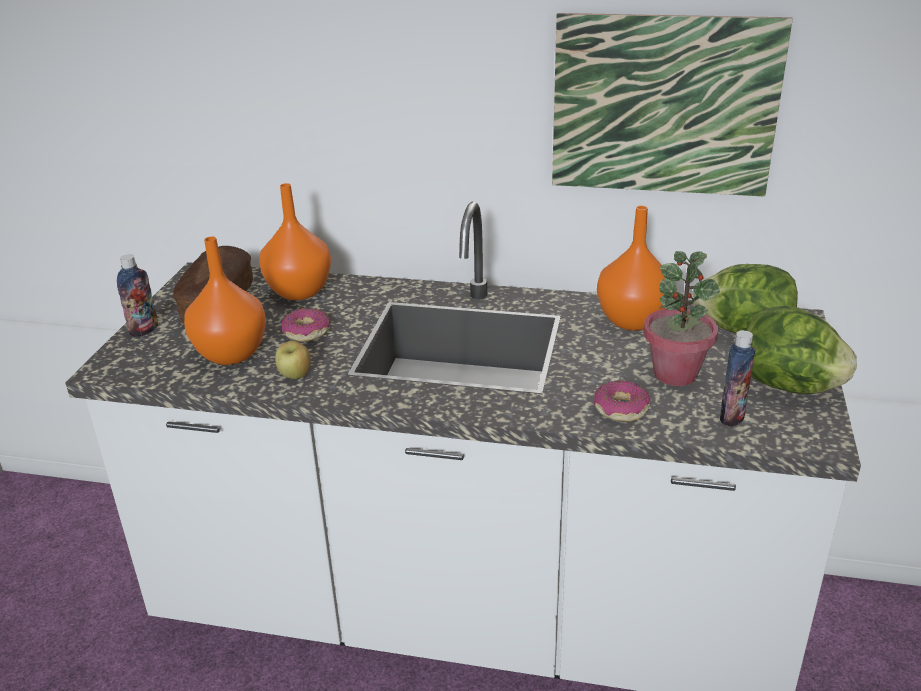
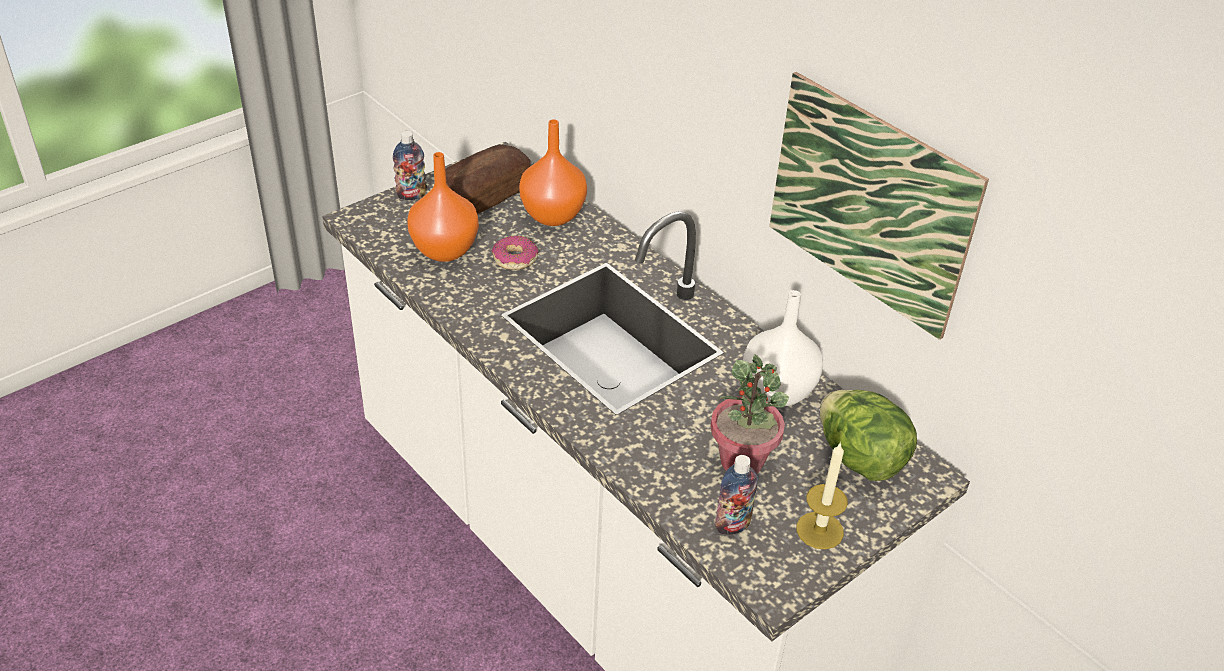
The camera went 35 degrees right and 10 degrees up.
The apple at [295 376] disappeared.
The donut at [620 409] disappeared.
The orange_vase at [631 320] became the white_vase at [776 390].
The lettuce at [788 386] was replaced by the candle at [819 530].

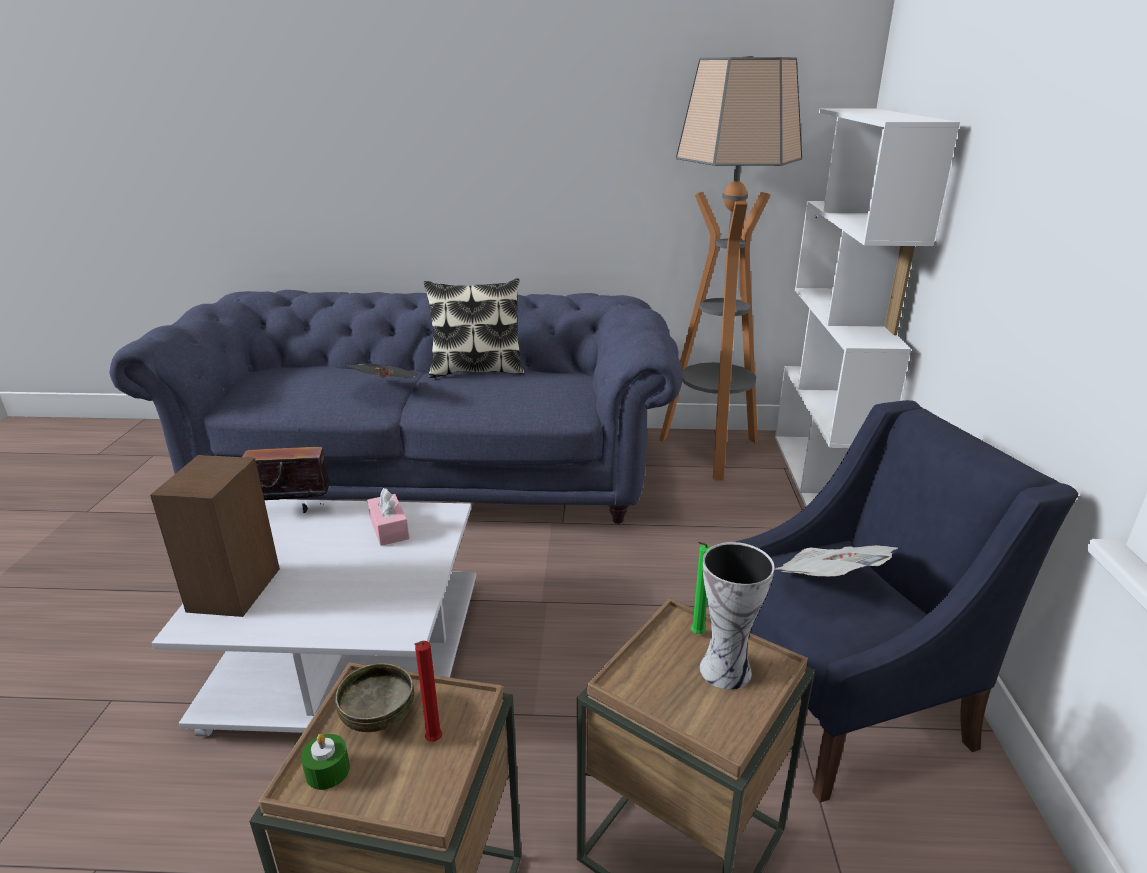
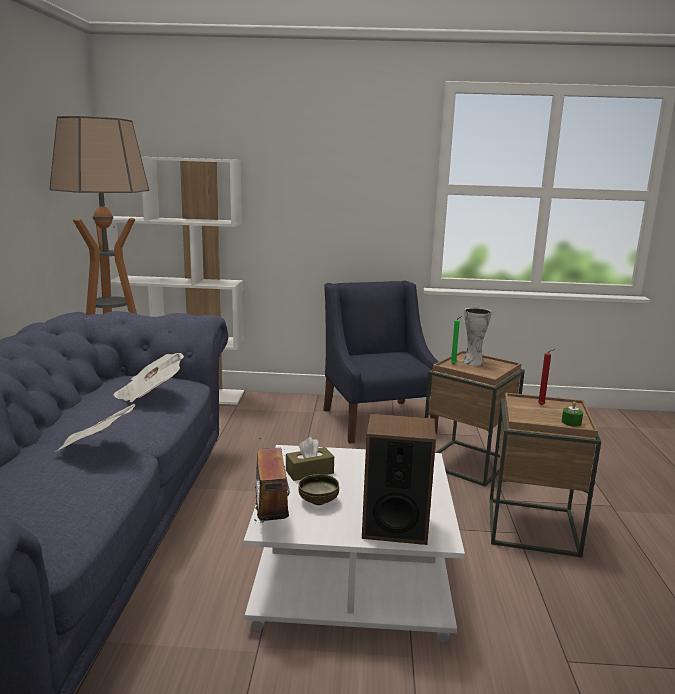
The camera went 90 degrees left and 10 degrees down.
The bowl moved from [377 717] to [318 502].
The pink_tissue_box at [389 528] became the brown_tissue_box at [309 472].
The pillow at [477 370] disappeared.
The newspaper moved from [829 582] to [149 394].

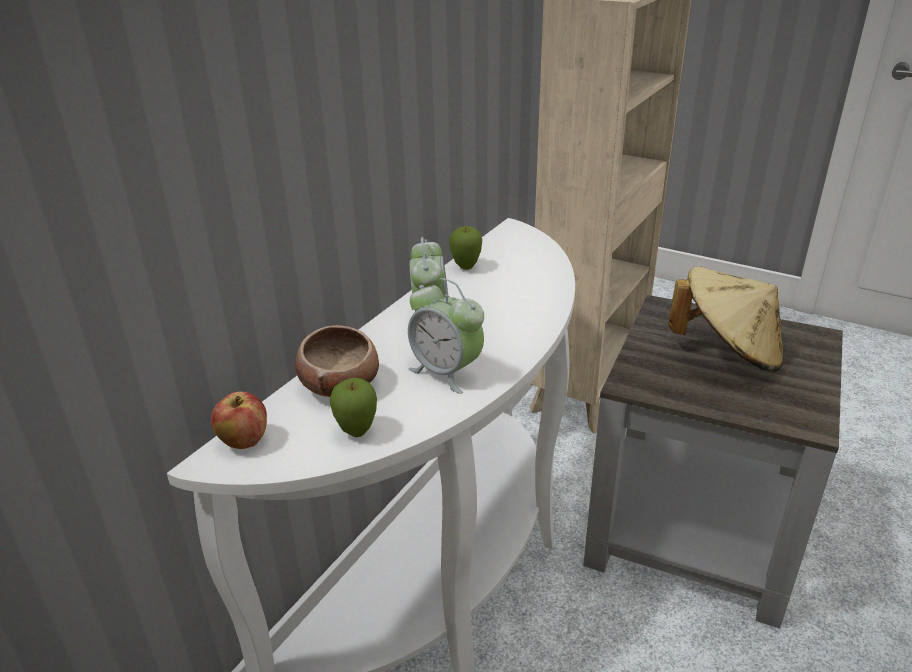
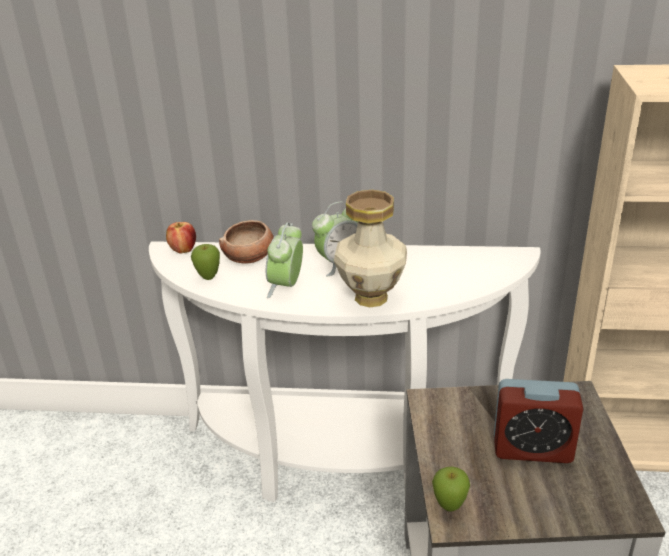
The camera went 65 degrees right and 0 degrees up.
The apple moved from [466 267] to [449 506].
The beige_hat at [727 352] was replaced by the alarm_clock at [532 449].
The vase at [370 297] appeared.

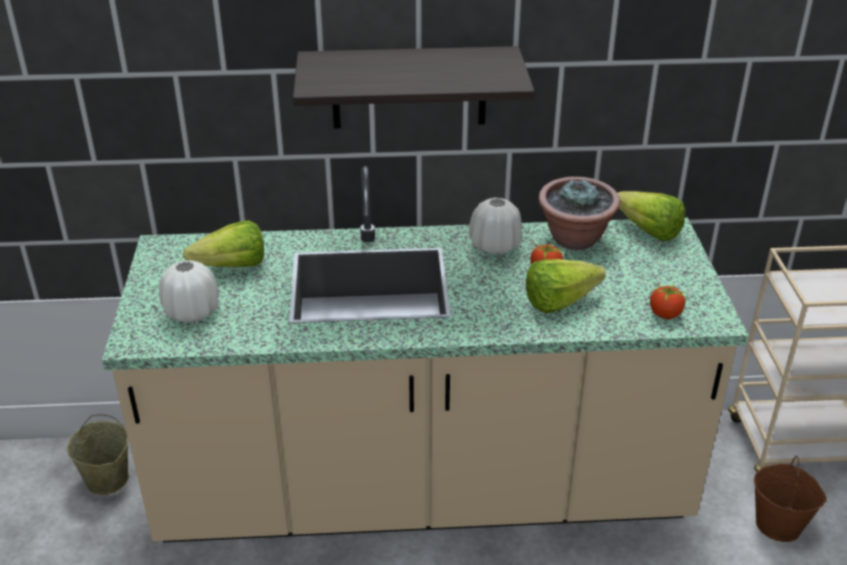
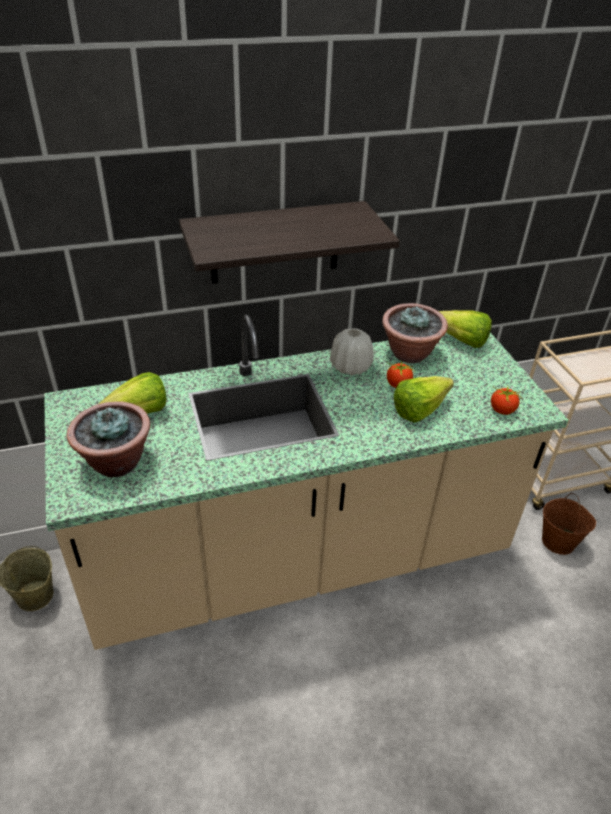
The camera went 15 degrees left and 5 degrees up.
The white_vase at [192 312] was replaced by the potted_plant at [116 462].

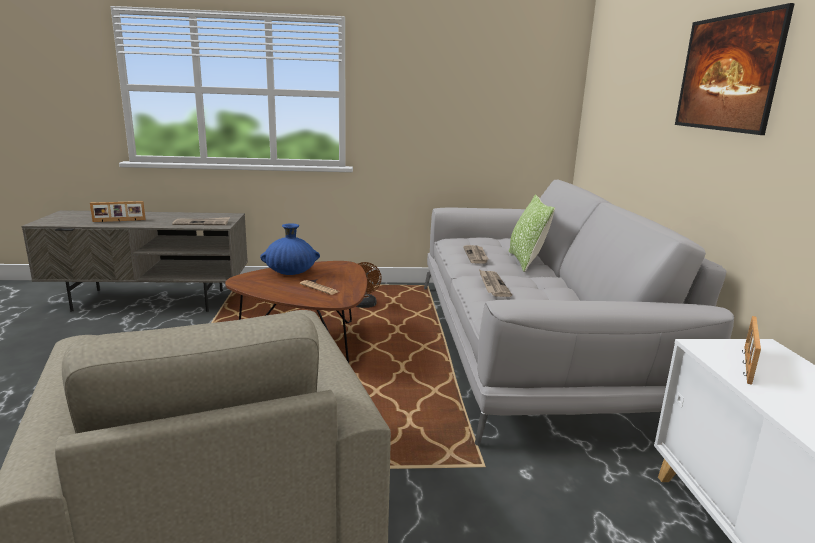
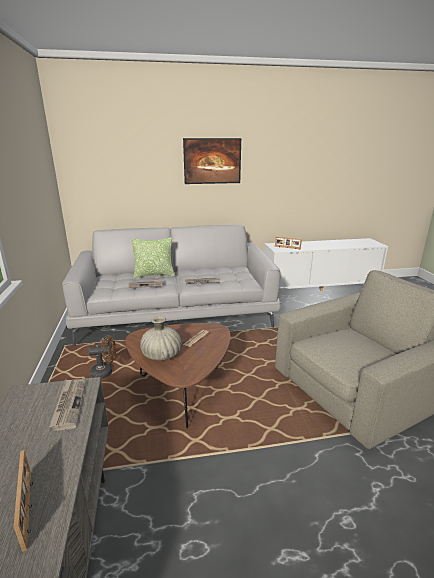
The camera went 95 degrees left and 5 degrees up.
The blue_vase at [291 272] became the beige_vase at [161 356].

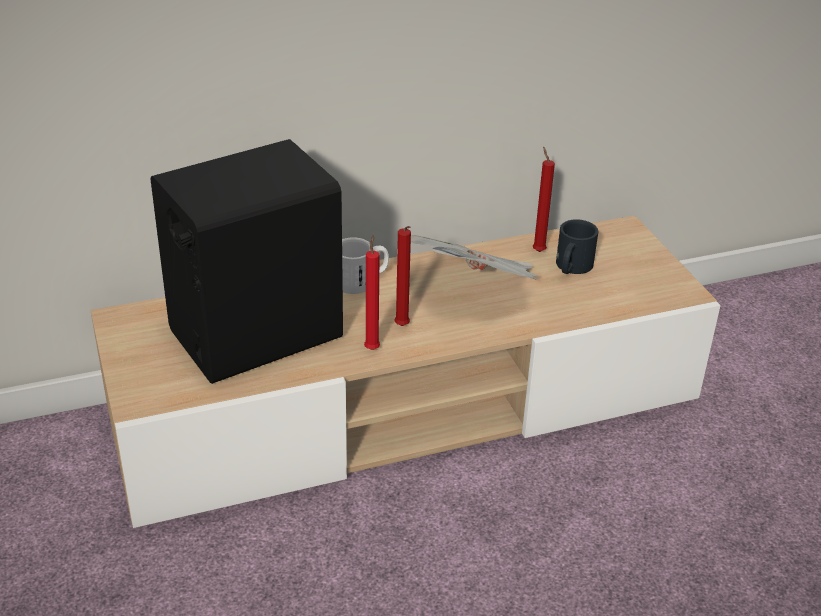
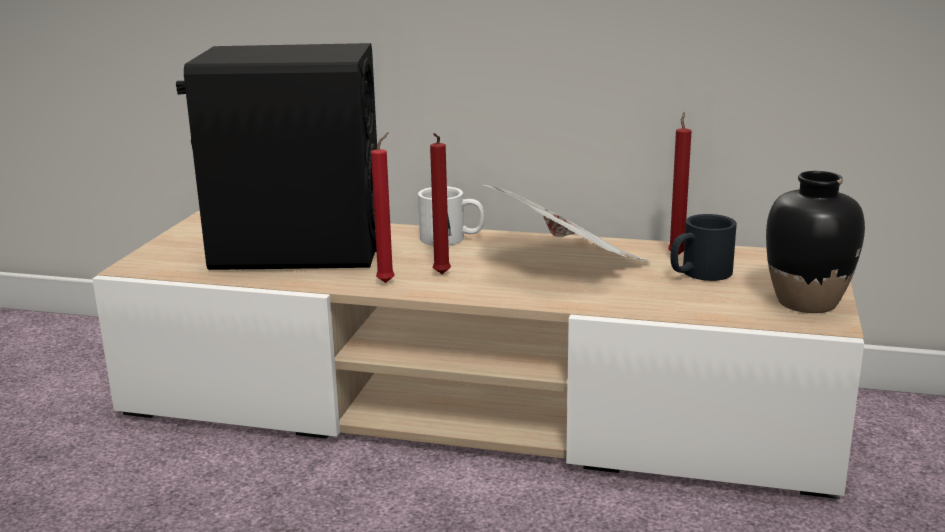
The camera went 35 degrees right and 15 degrees down.
The black_vase at [806 302] appeared.

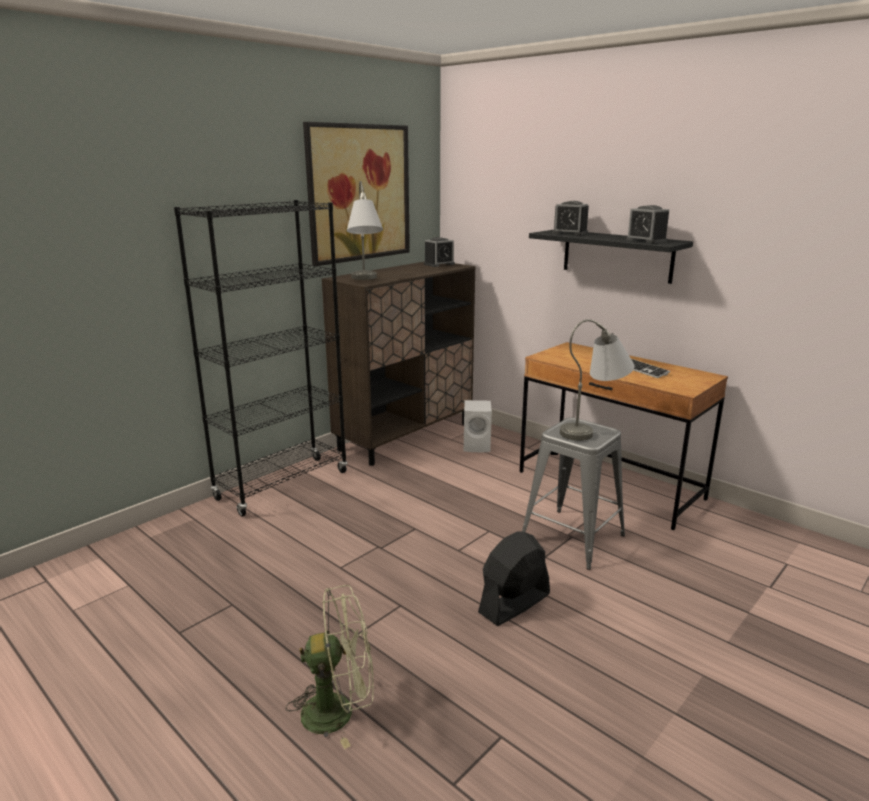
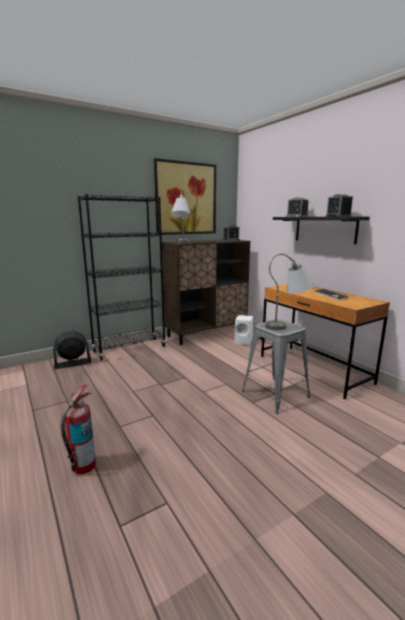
The camera went 15 degrees right and 5 degrees down.
The green_fan at [339 710] was replaced by the fire_extinguisher at [83 466].
The black_fan moved from [514 603] to [72 363].

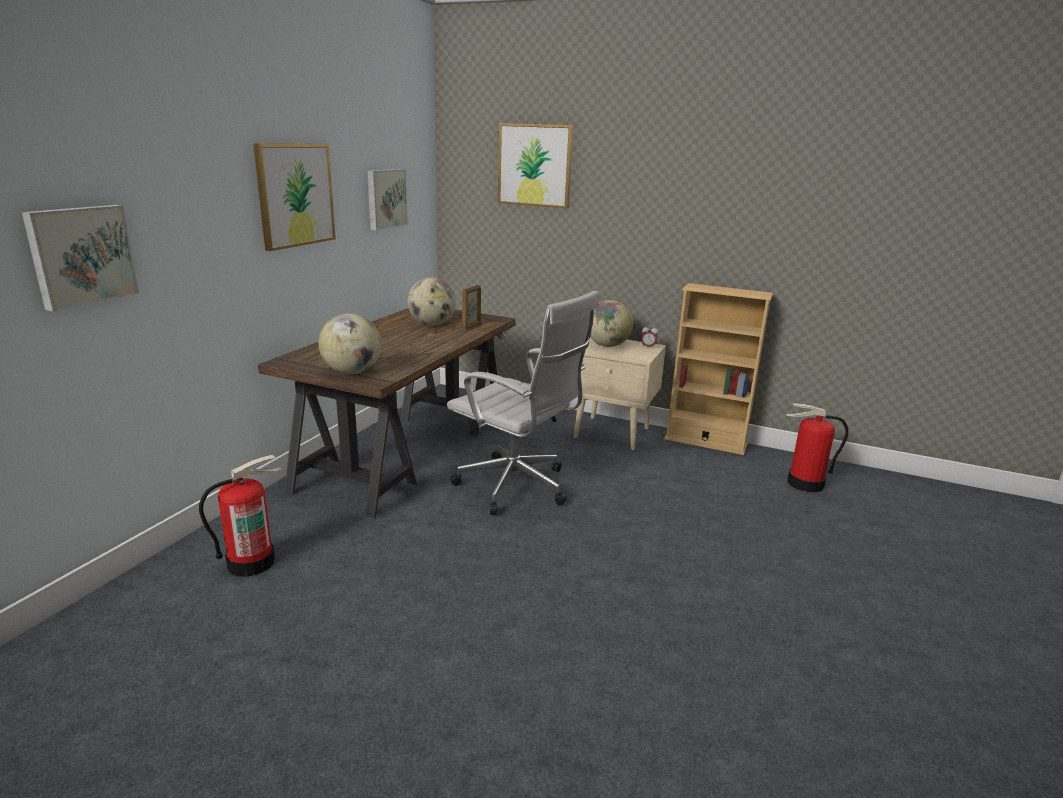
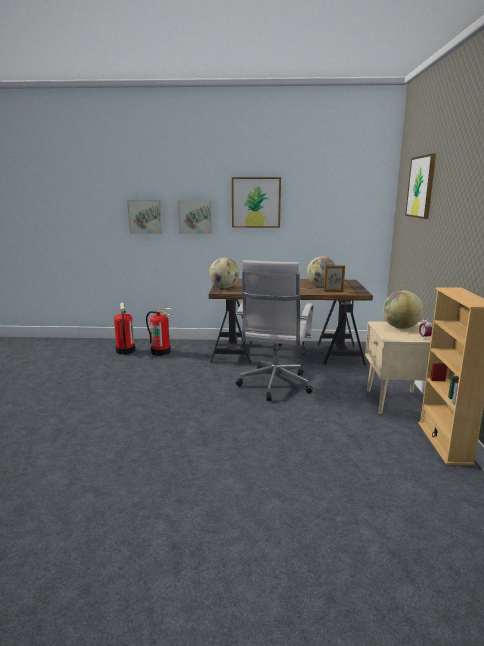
The camera went 70 degrees right and 5 degrees down.
The picture moved from [385 198] to [195 216].
The fire_extinguisher moved from [805 484] to [125 351].

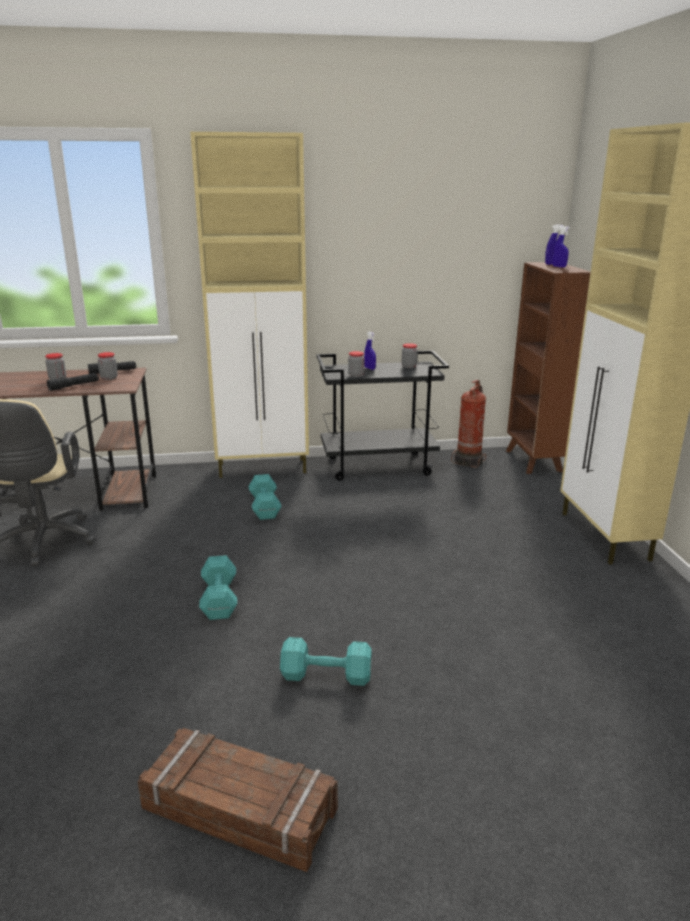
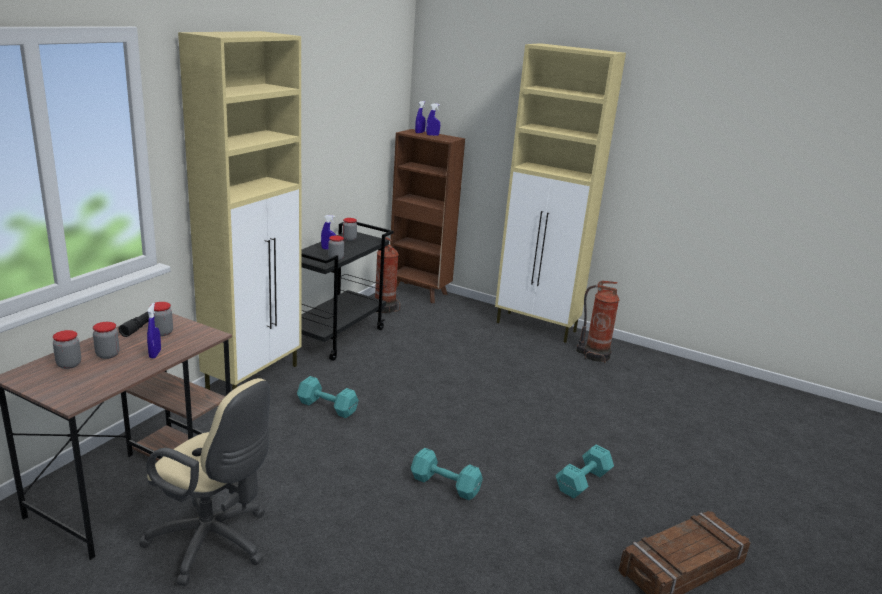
The camera went 55 degrees left and 0 degrees up.
The black_flashlight at [74 386] was replaced by the blue_spray_bottle at [155 354].
The jar at [69 364] appeared.
The fire_extinguisher at [594 355] appeared.

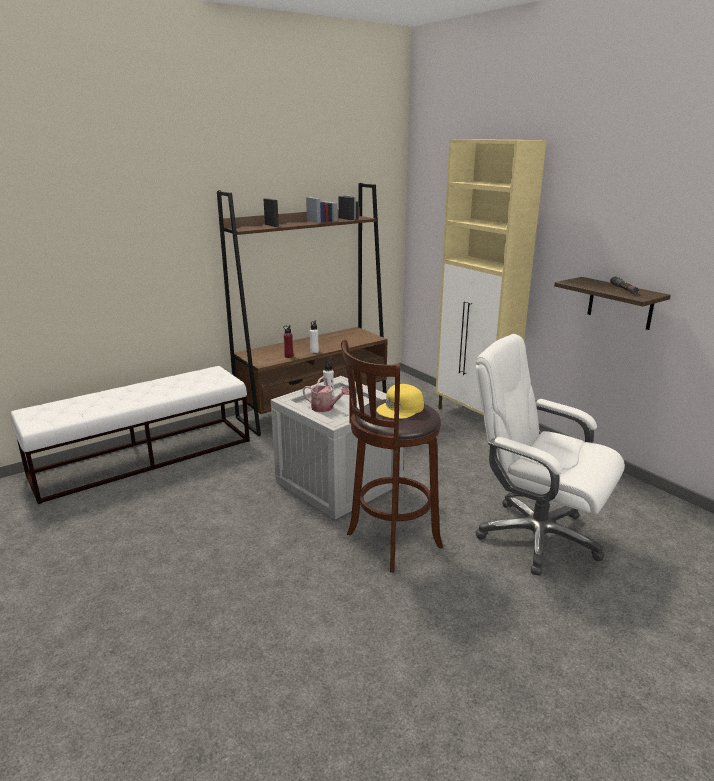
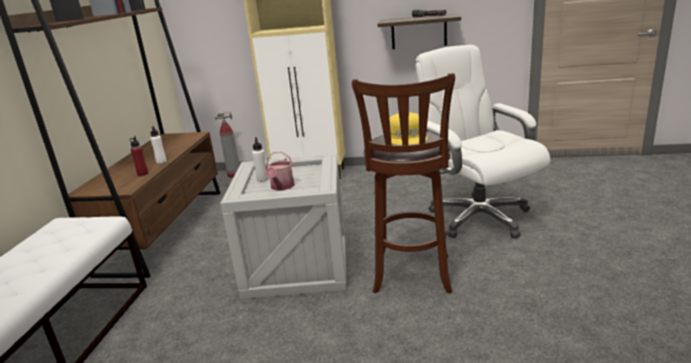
The camera went 45 degrees left and 0 degrees up.
The watering_can at [325 408] turned 120 degrees clockwise.
The white_office_chair at [536 536] turned 75 degrees clockwise.
The fire_extinguisher at [234 175] appeared.

